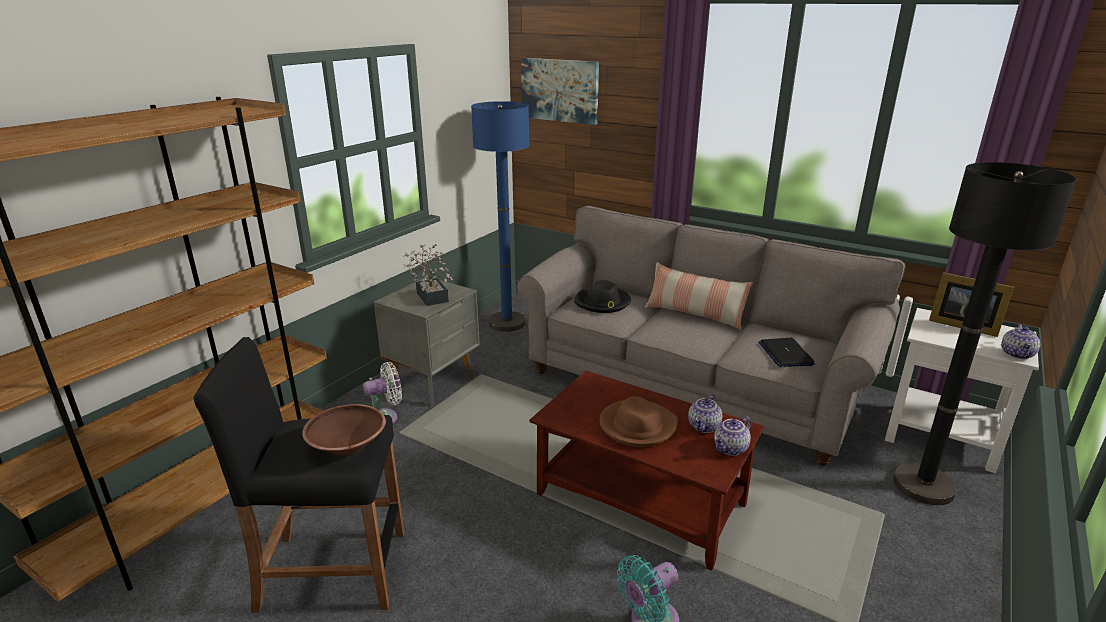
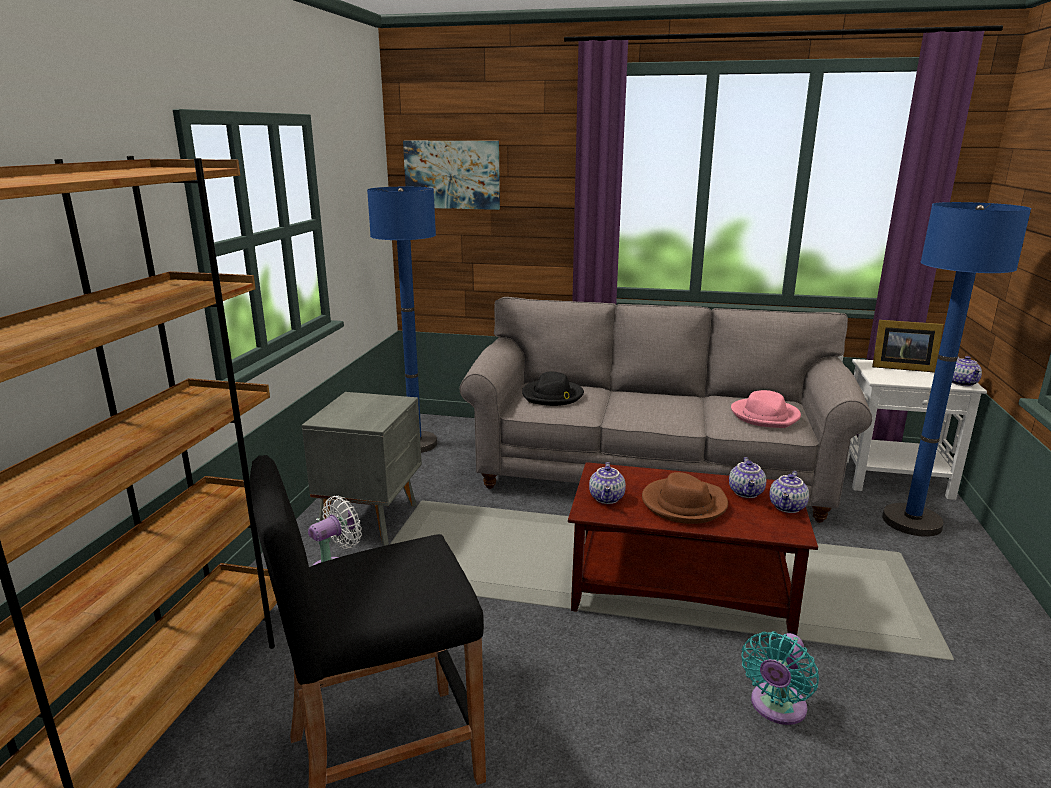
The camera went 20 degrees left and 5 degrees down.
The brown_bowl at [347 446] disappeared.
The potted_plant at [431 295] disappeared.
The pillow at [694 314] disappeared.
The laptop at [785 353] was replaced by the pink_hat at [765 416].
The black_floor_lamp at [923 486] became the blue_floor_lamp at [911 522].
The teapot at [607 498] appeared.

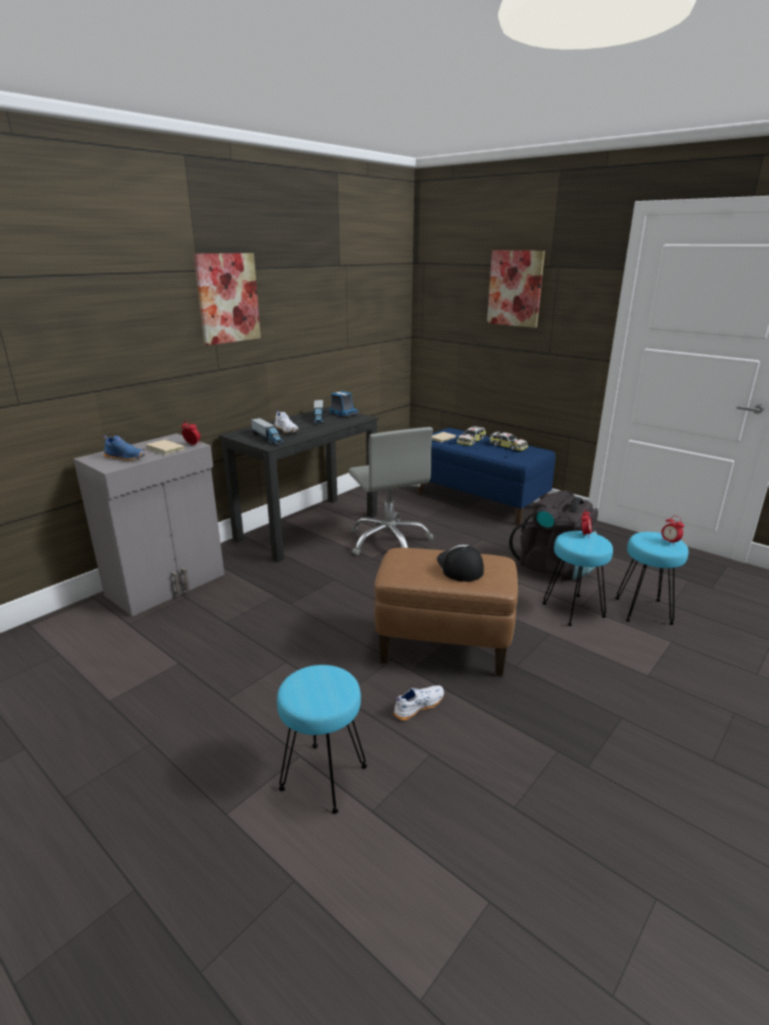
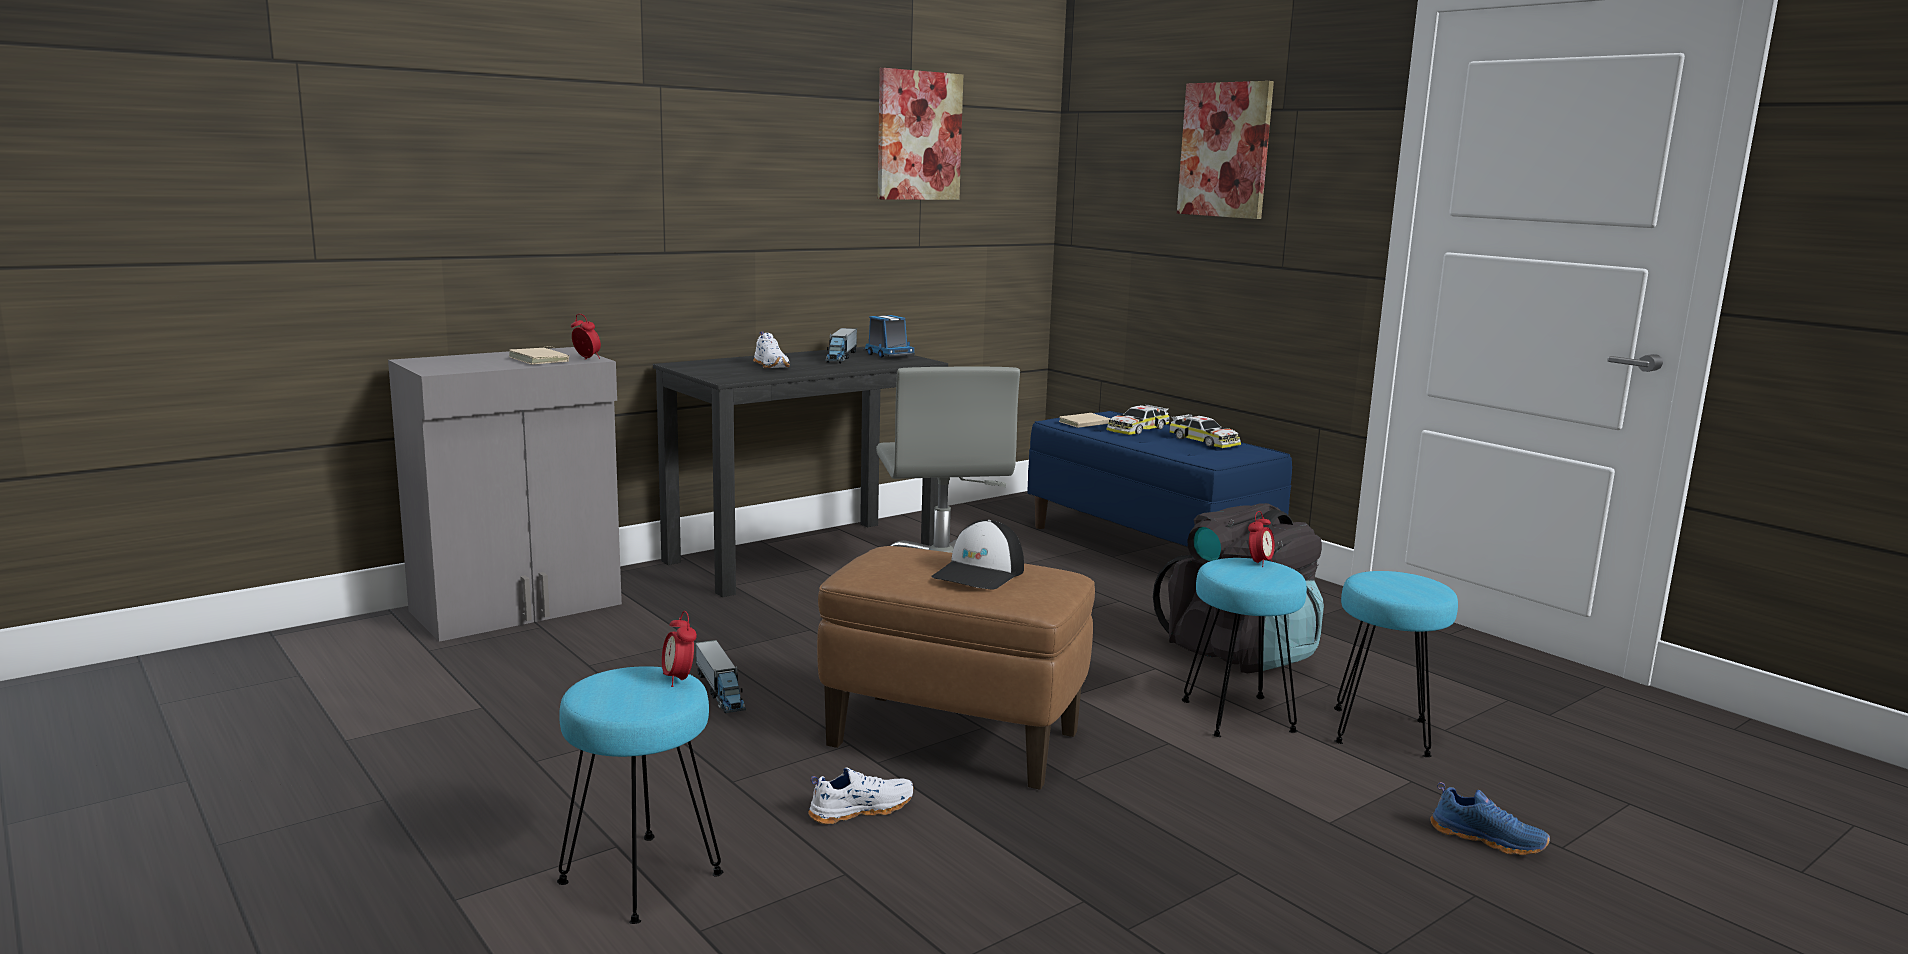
The camera went 10 degrees right and 10 degrees down.
The blue_shoe moved from [126 457] to [1487 839].
The picture moved from [227 298] to [918 136].
The toy_truck moved from [267 438] to [720 691].
The cap at [459 566] turned 150 degrees counterclockwise.
The alarm_clock moved from [669 542] to [679 679].

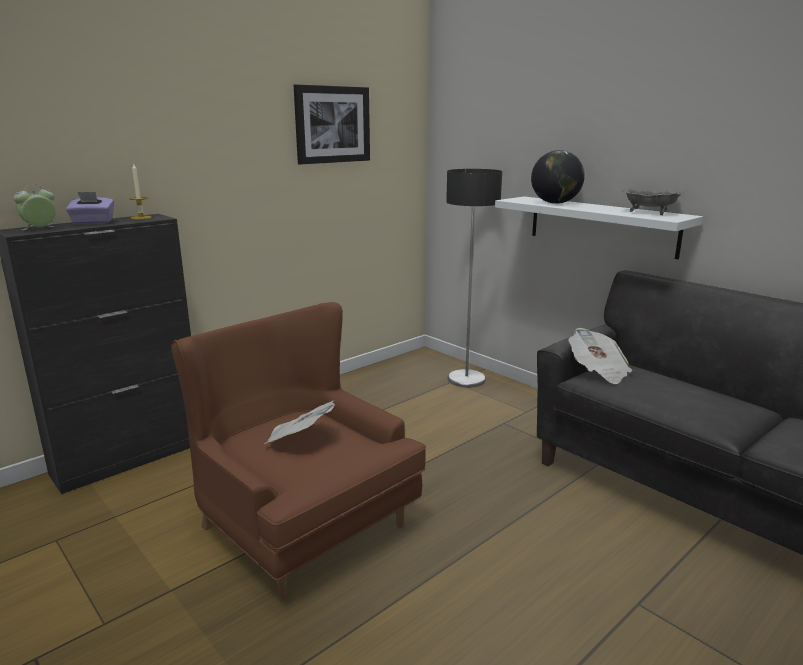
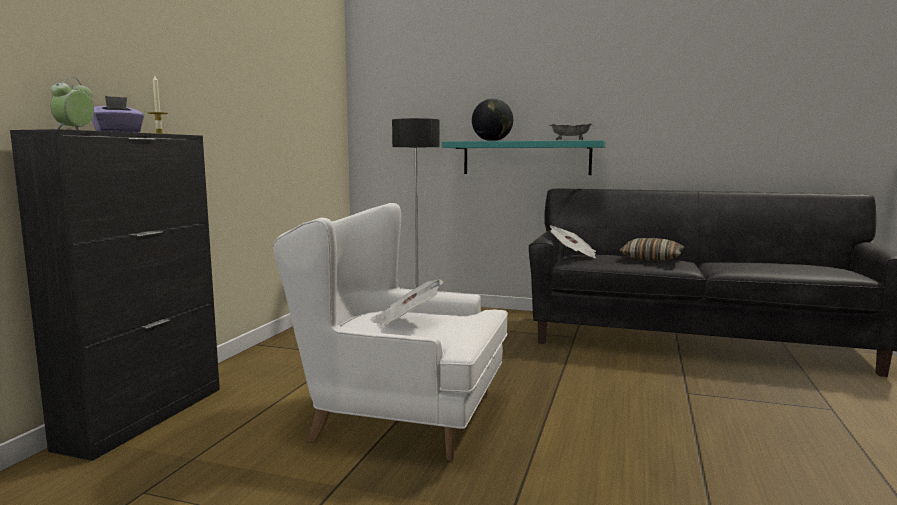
The camera went 30 degrees left and 10 degrees down.
The brown_armchair at [299 523] became the white_armchair at [398 415].
The picture at [332 124] disappeared.
The white_shelf at [601 225] became the turquoise_shelf at [526 158].
The pillow at [651 259] appeared.

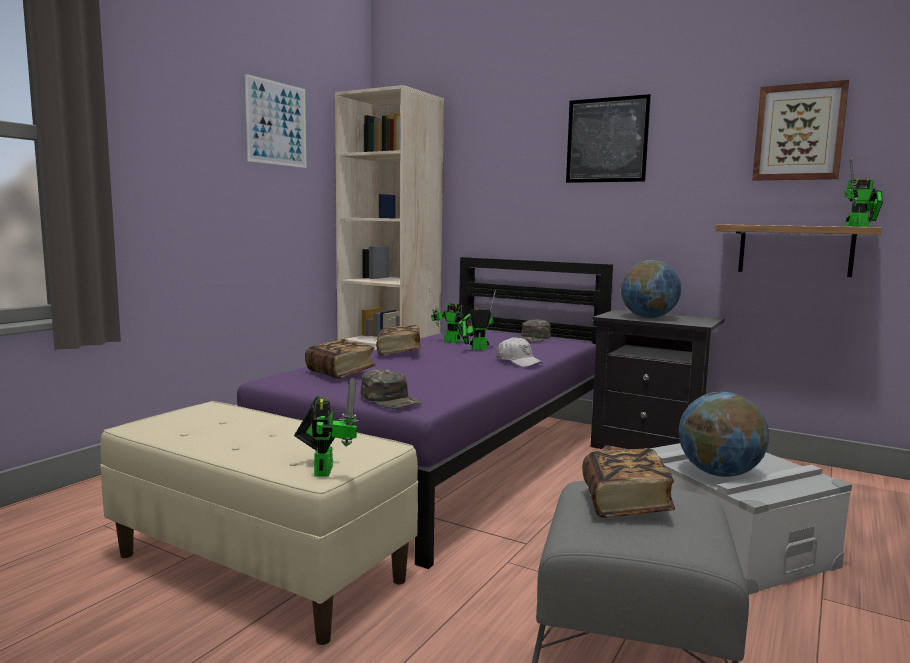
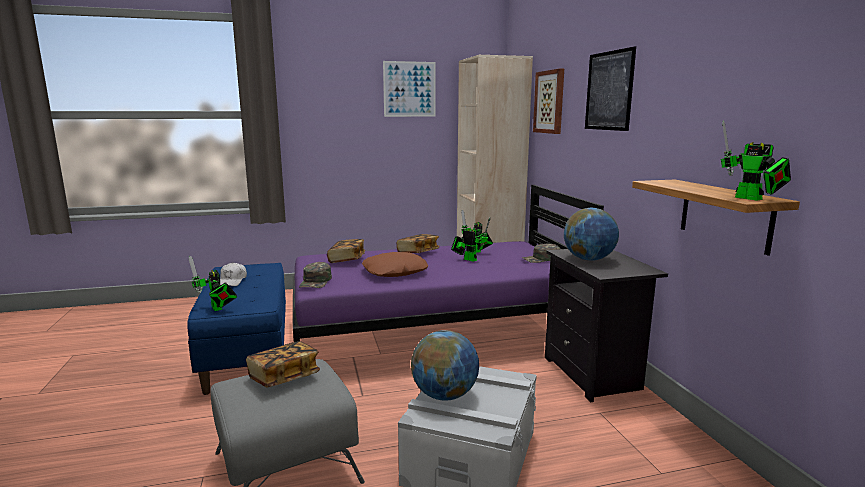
The camera went 45 degrees right and 5 degrees up.
The beige_bench at [261 567] became the blue_bench at [249 353].
The toy_robot at [324 469] turned 105 degrees clockwise.
The white_cap moved from [518 362] to [232 281].
The picture moved from [799 132] to [550 102].
The brown_pillow at [395 272] appeared.

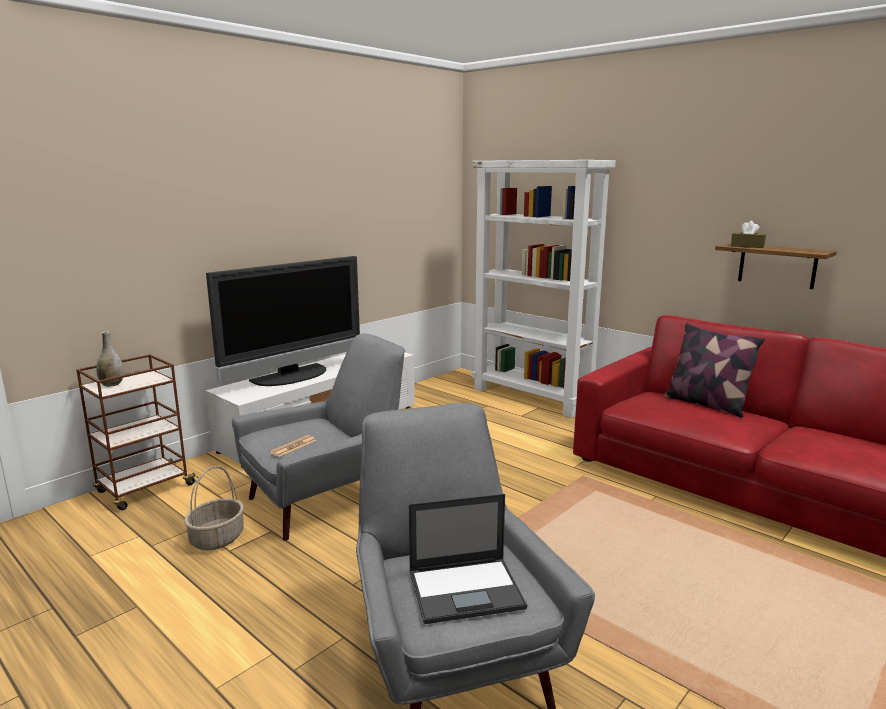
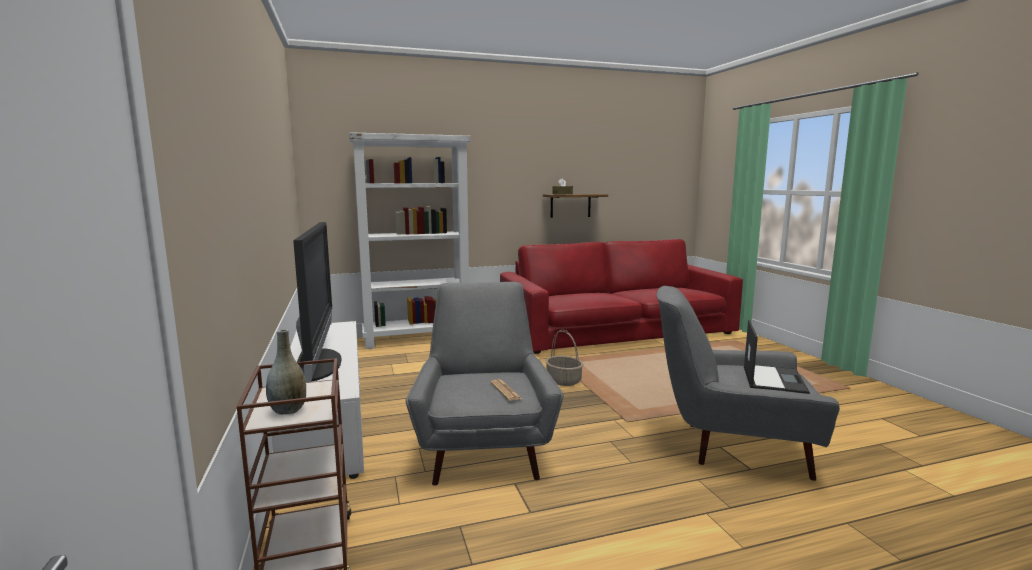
The camera went 60 degrees left and 5 degrees down.
The basket moved from [217 539] to [564 381].
The pillow at [706 404] disappeared.

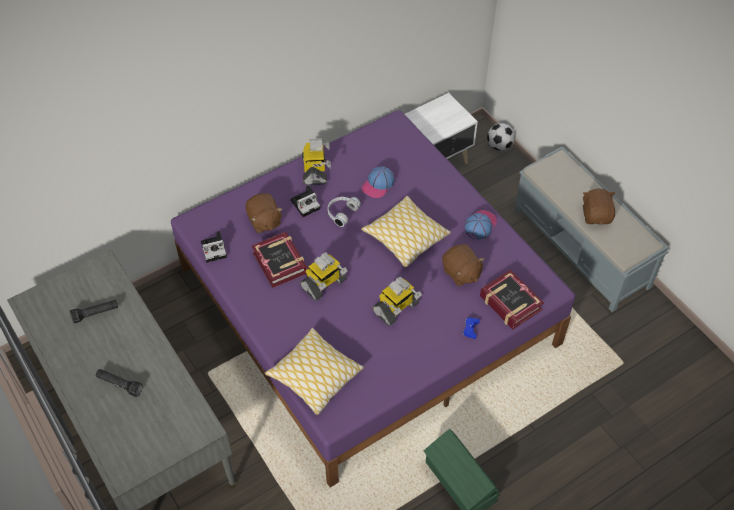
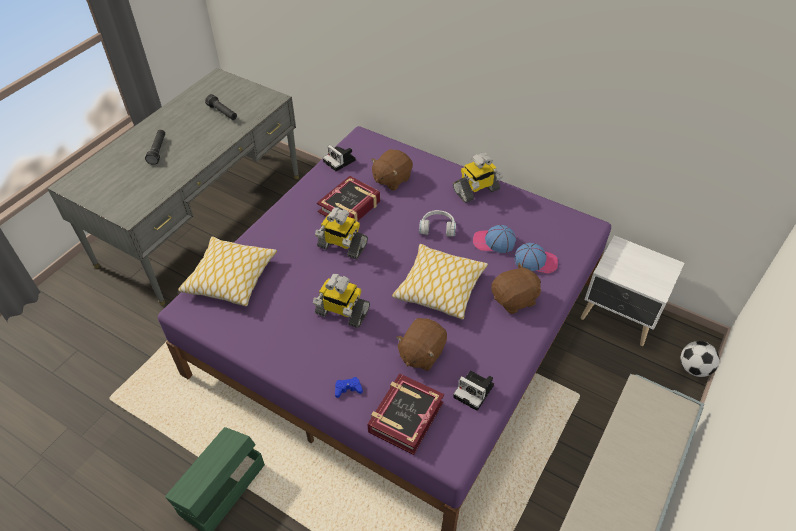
The camera went 65 degrees right and 5 degrees down.
The photo_camera moved from [306 204] to [475 391].
The cap moved from [480 225] to [535 261].
The brown_plush_toy moved from [596 215] to [514 299].

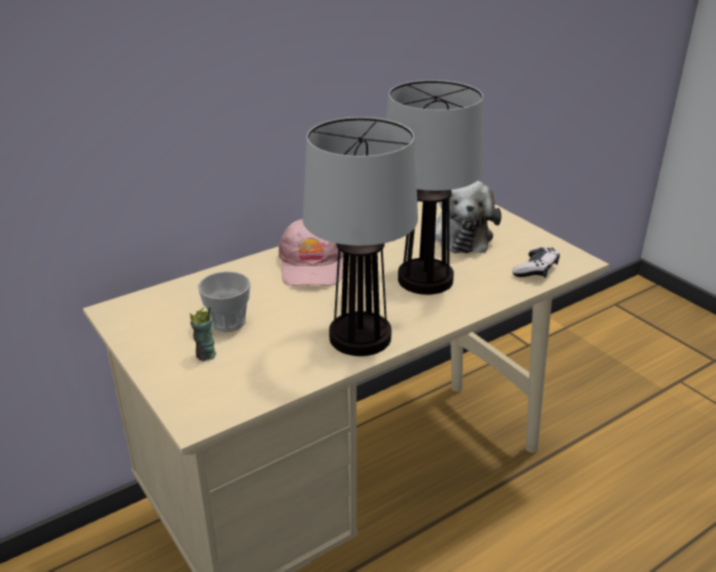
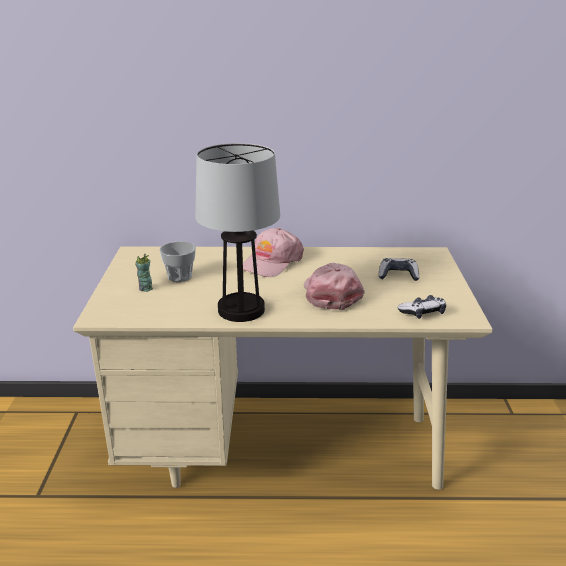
The camera went 35 degrees right and 5 degrees down.
The table_lamp at [426 280] was replaced by the pink_cap at [331 293].
The plush_toy at [461 235] was replaced by the game_controller at [398 275].

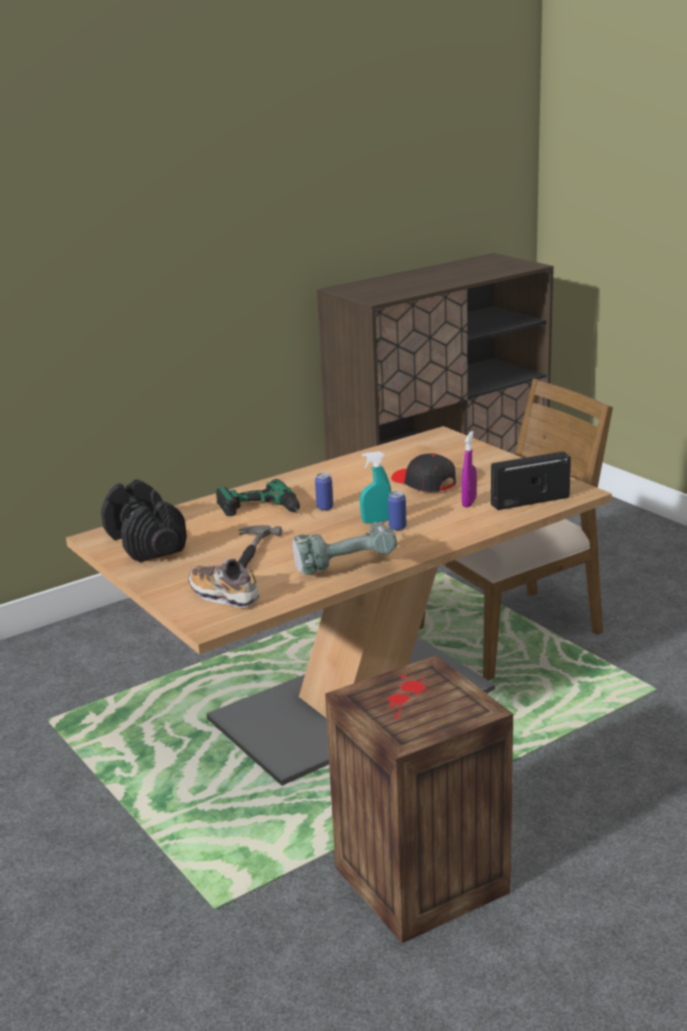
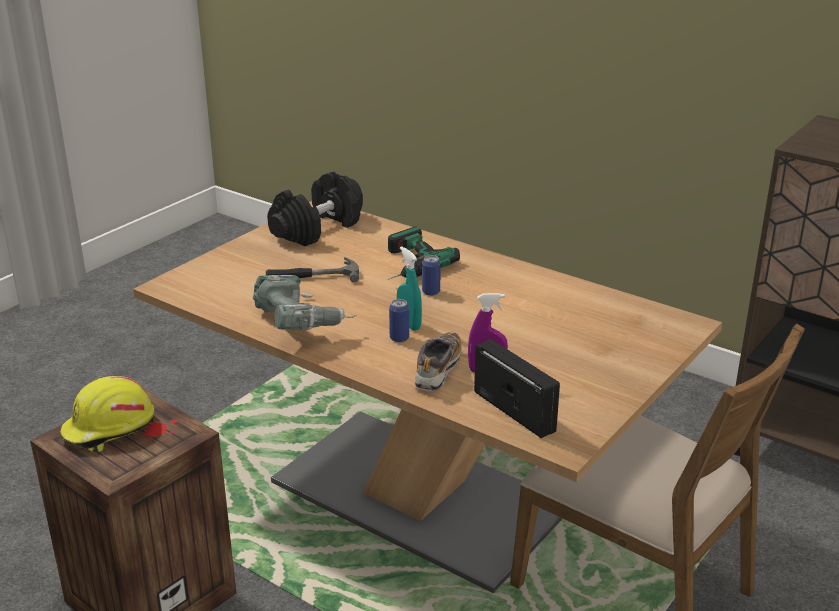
The camera went 70 degrees right and 5 degrees up.
The shoe moved from [224 595] to [438 370].
The black_cap at [423 483] disappeared.
The yellow_hard_hat at [109 429] appeared.

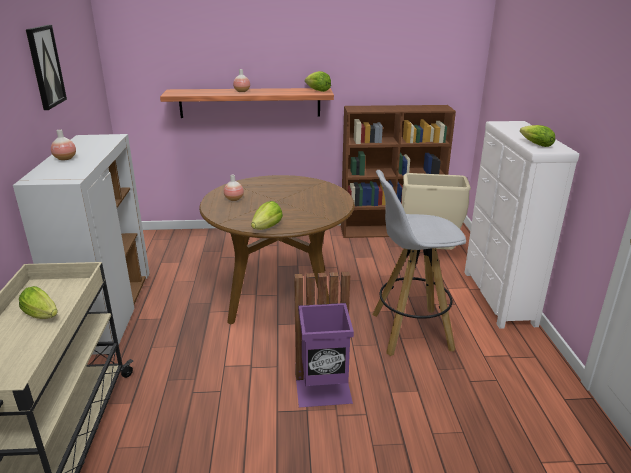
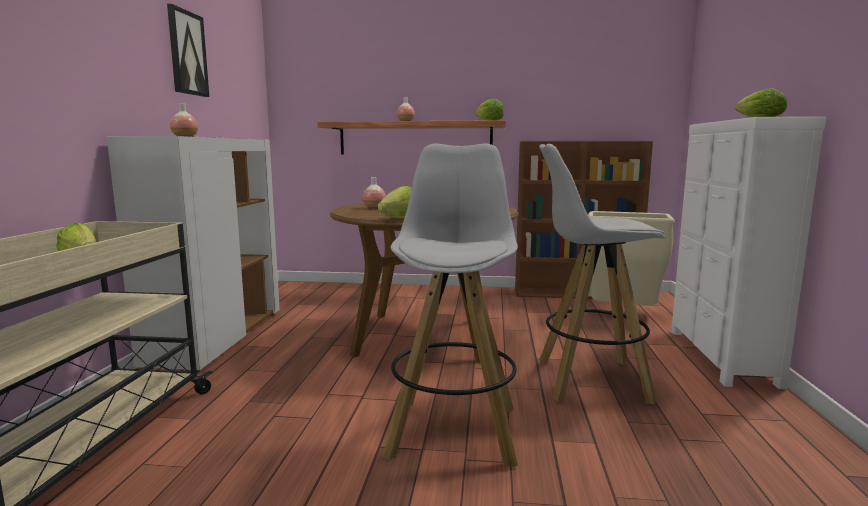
The camera went 10 degrees right and 15 degrees down.
The purple_trash_can at [324 391] was replaced by the white_stool at [453 430].

